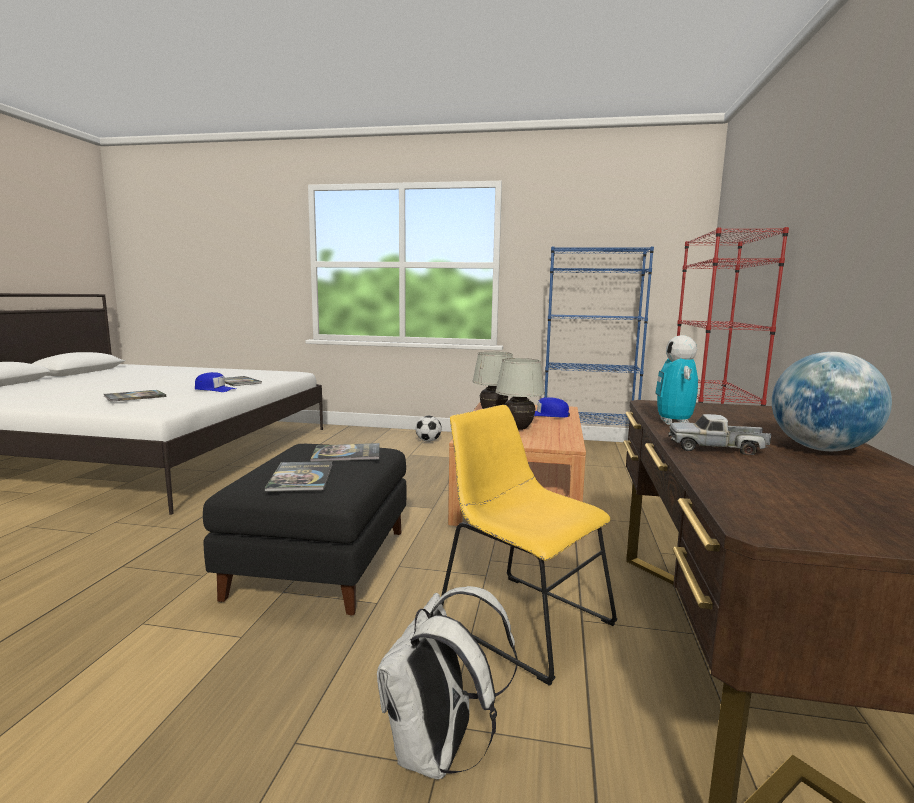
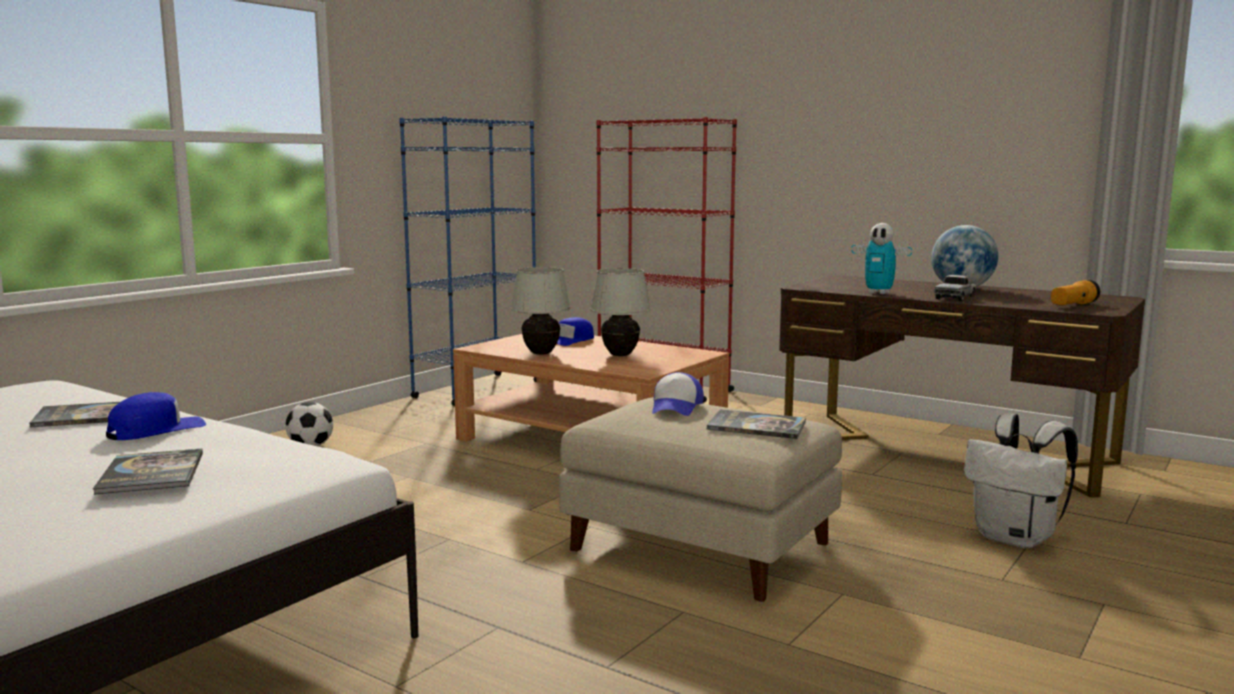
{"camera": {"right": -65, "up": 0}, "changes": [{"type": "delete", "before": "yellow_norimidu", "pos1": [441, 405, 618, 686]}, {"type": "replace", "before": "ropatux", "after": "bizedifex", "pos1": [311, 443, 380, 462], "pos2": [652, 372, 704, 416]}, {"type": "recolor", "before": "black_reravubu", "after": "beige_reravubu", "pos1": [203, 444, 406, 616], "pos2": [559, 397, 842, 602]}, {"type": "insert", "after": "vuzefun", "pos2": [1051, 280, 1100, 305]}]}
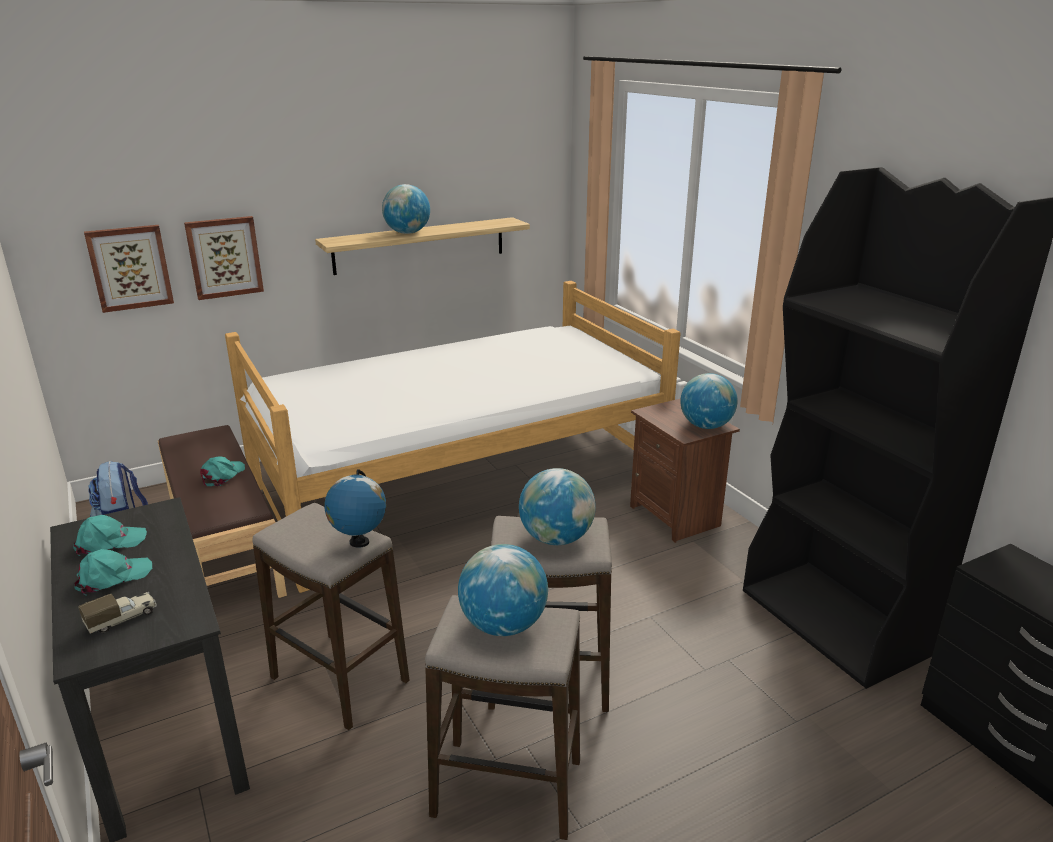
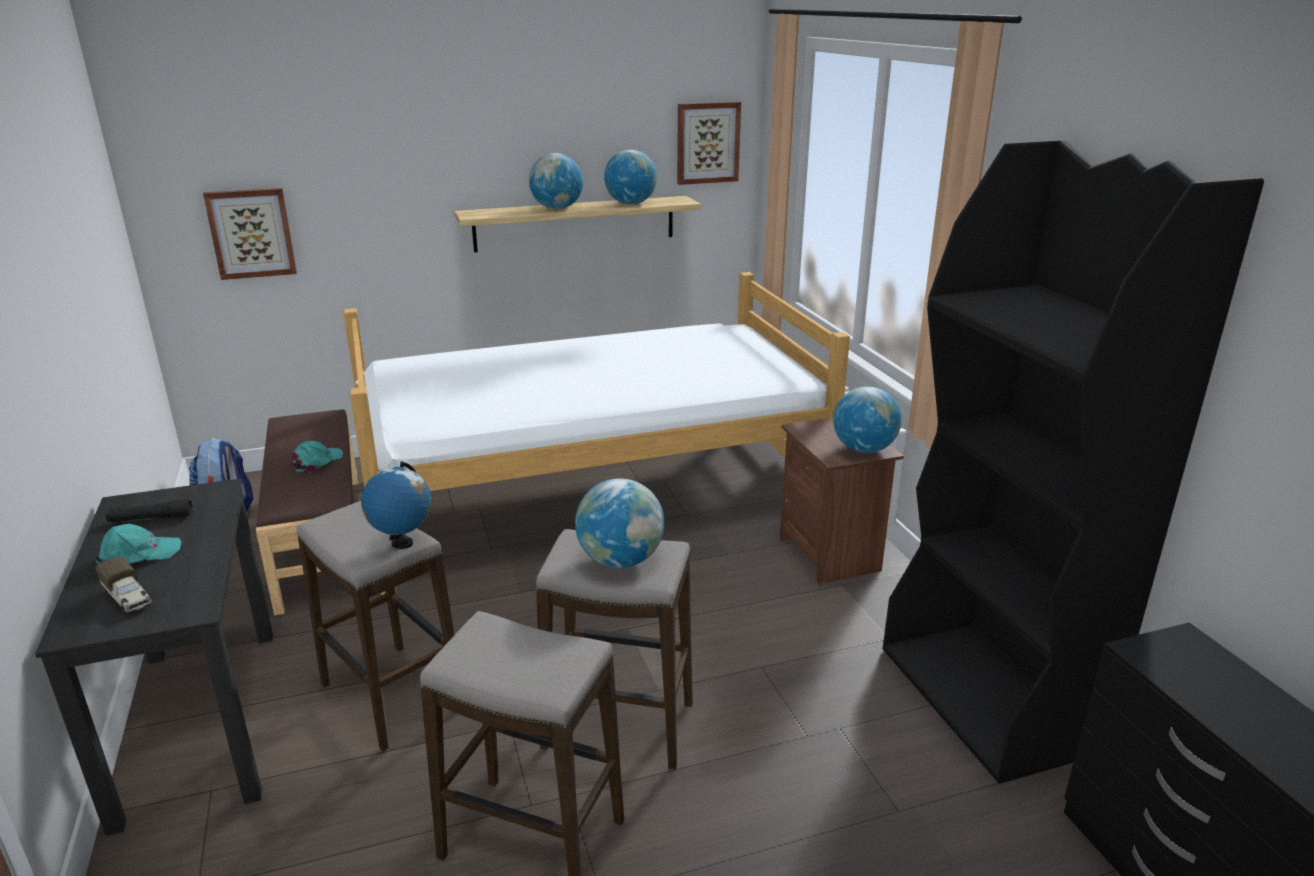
{"camera": {"right": 10, "up": 0}, "changes": [{"type": "move", "before": "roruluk", "pos1": [184, 216, 264, 300], "pos2": [677, 102, 741, 185]}, {"type": "replace", "before": "turquoise_bizedifex", "after": "black_vuzefun", "pos1": [73, 515, 147, 556], "pos2": [105, 499, 193, 522]}, {"type": "move", "before": "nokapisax", "pos1": [458, 544, 548, 636], "pos2": [604, 150, 657, 205]}, {"type": "rotate", "before": "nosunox", "pos1": [78, 592, 157, 633], "pos2": [96, 557, 152, 614], "turn": 75}]}
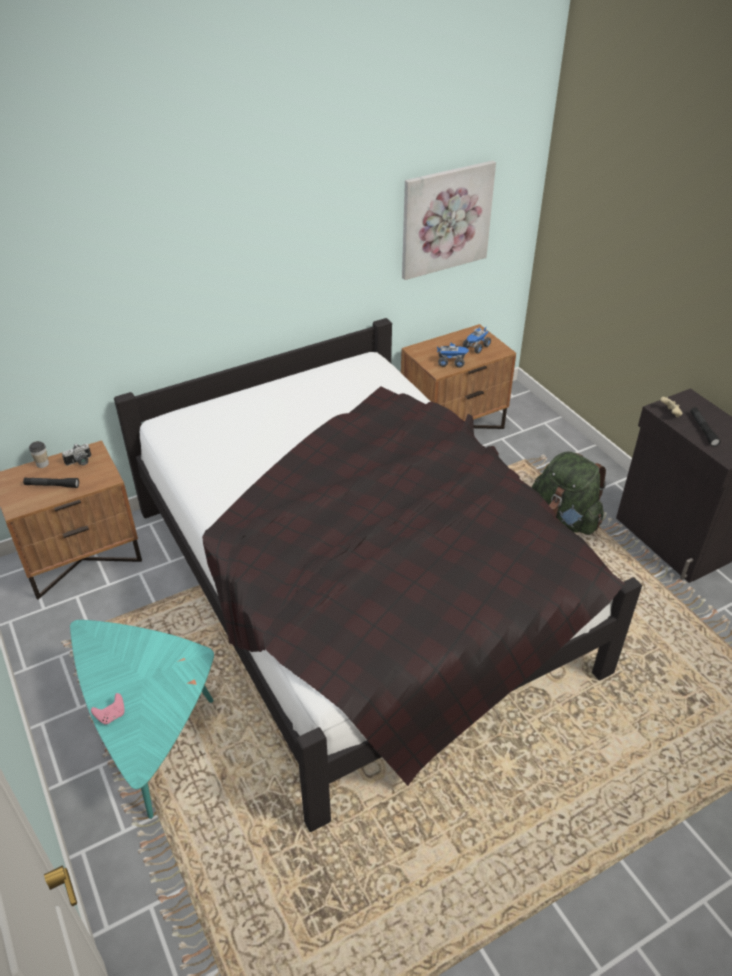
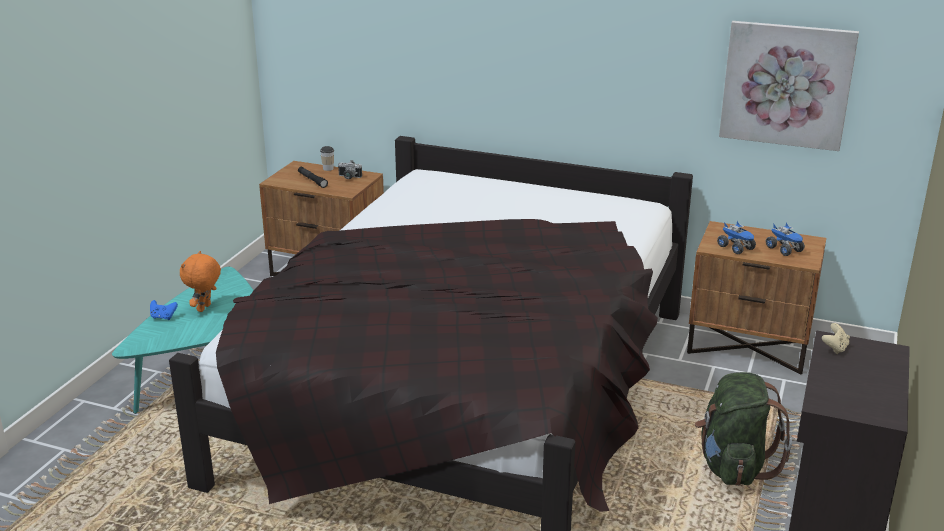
{"camera": {"right": 50, "up": -15}, "changes": [{"type": "rotate", "before": "nosunox", "pos1": [463, 326, 491, 354], "pos2": [766, 223, 805, 256], "turn": -120}, {"type": "delete", "before": "black_vuzefun", "pos1": [690, 407, 721, 447]}, {"type": "recolor", "before": "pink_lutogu", "after": "blue_lutogu", "pos1": [91, 693, 125, 724], "pos2": [150, 300, 178, 320]}, {"type": "insert", "after": "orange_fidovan", "pos2": [180, 251, 221, 312]}]}
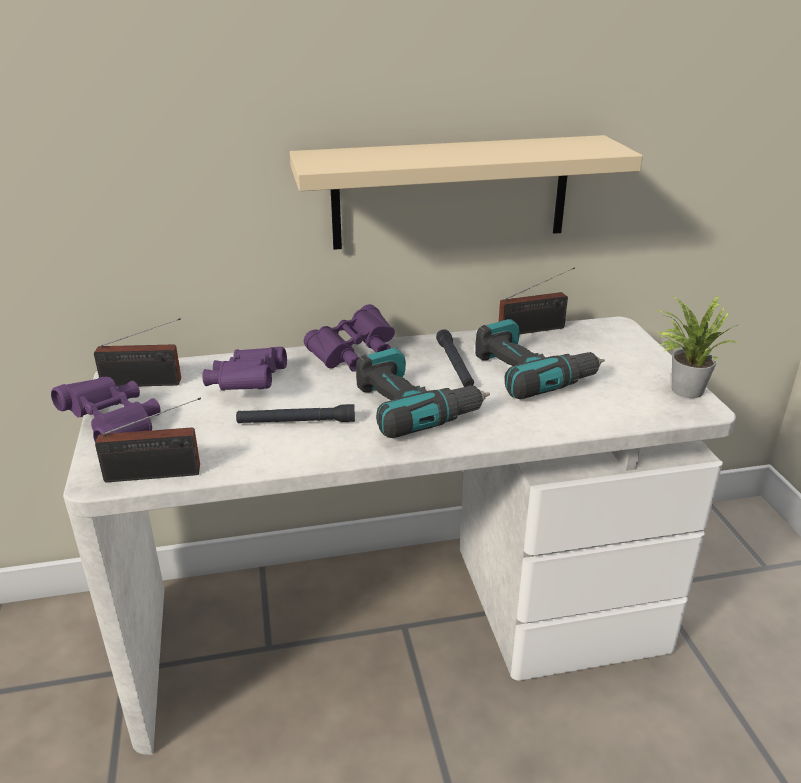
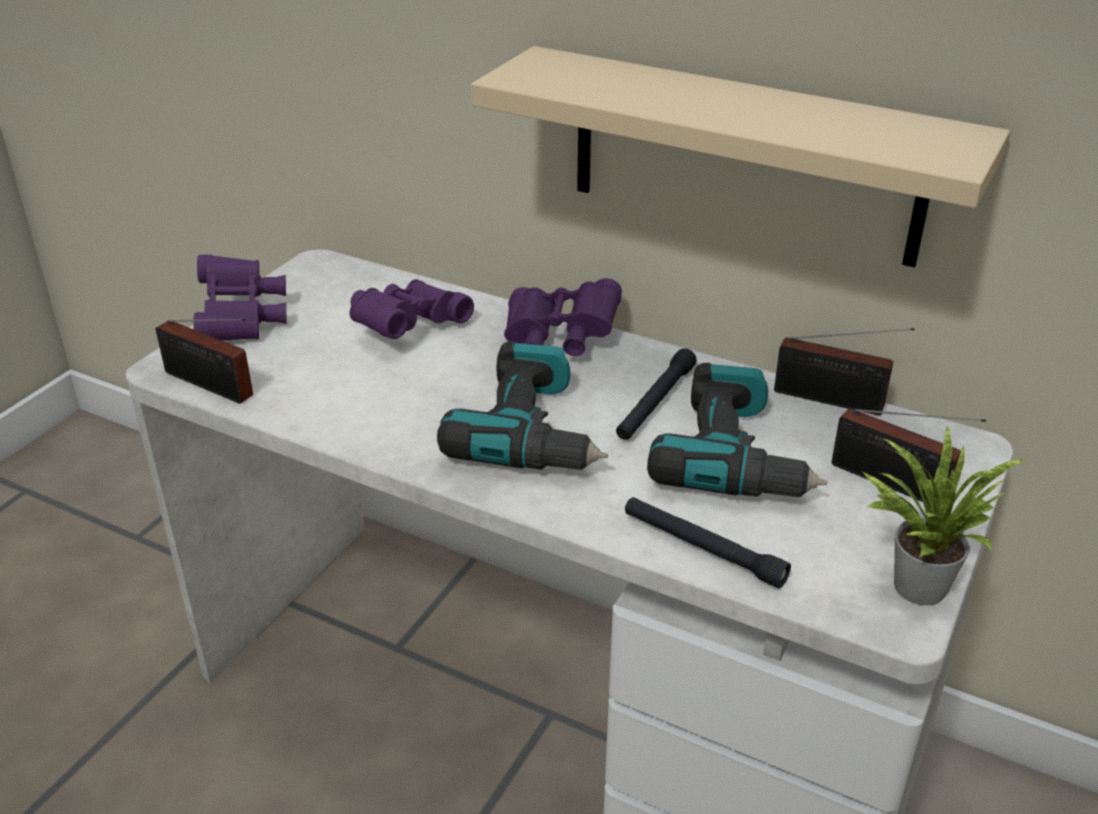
{"camera": {"right": 40, "up": 5}, "changes": [{"type": "move", "before": "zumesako", "pos1": [94, 318, 181, 387], "pos2": [832, 408, 986, 504]}, {"type": "move", "before": "black_vuzefun", "pos1": [236, 404, 355, 423], "pos2": [625, 497, 791, 588]}]}
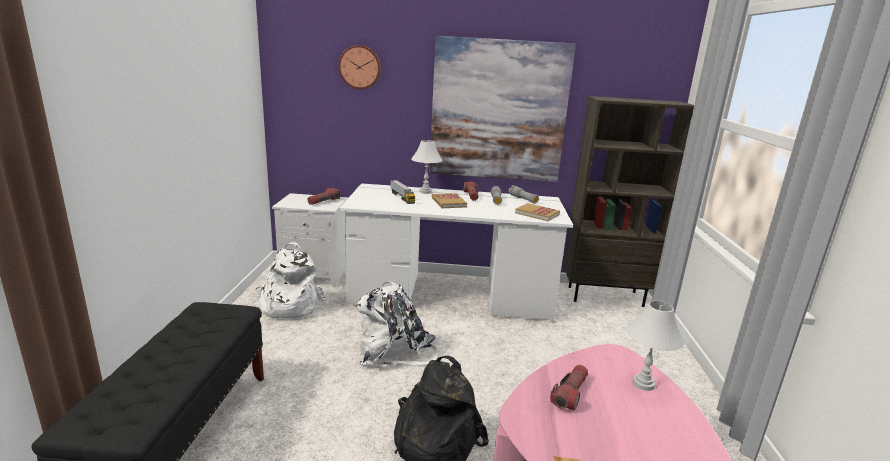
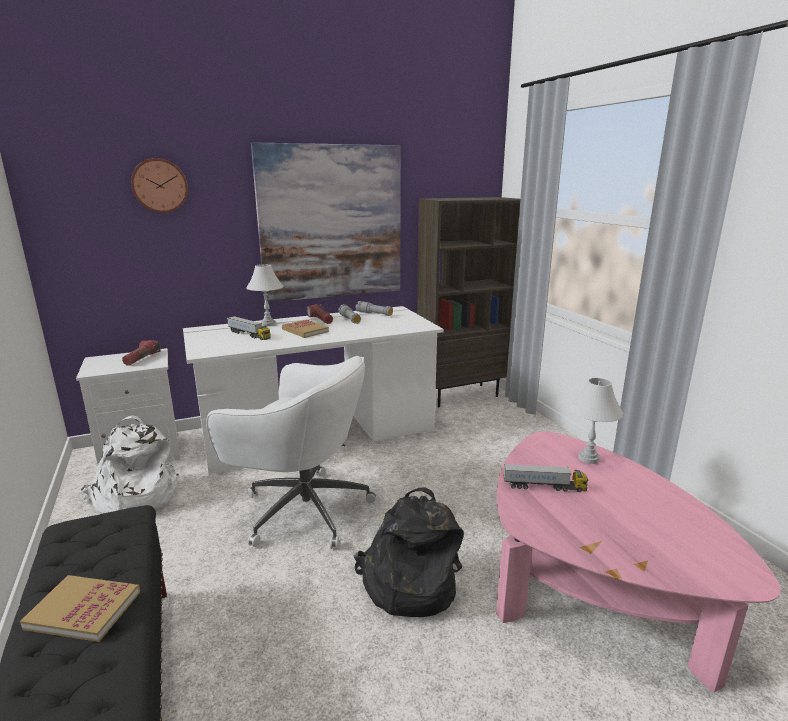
{"camera": {"right": -25, "up": 0}, "changes": [{"type": "move", "before": "ropatux", "pos1": [515, 203, 560, 221], "pos2": [20, 575, 140, 642]}, {"type": "replace", "before": "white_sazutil", "after": "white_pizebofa", "pos1": [357, 281, 437, 366], "pos2": [206, 356, 376, 549]}, {"type": "replace", "before": "vuzefun", "after": "nosunox", "pos1": [550, 365, 588, 410], "pos2": [503, 464, 588, 492]}]}
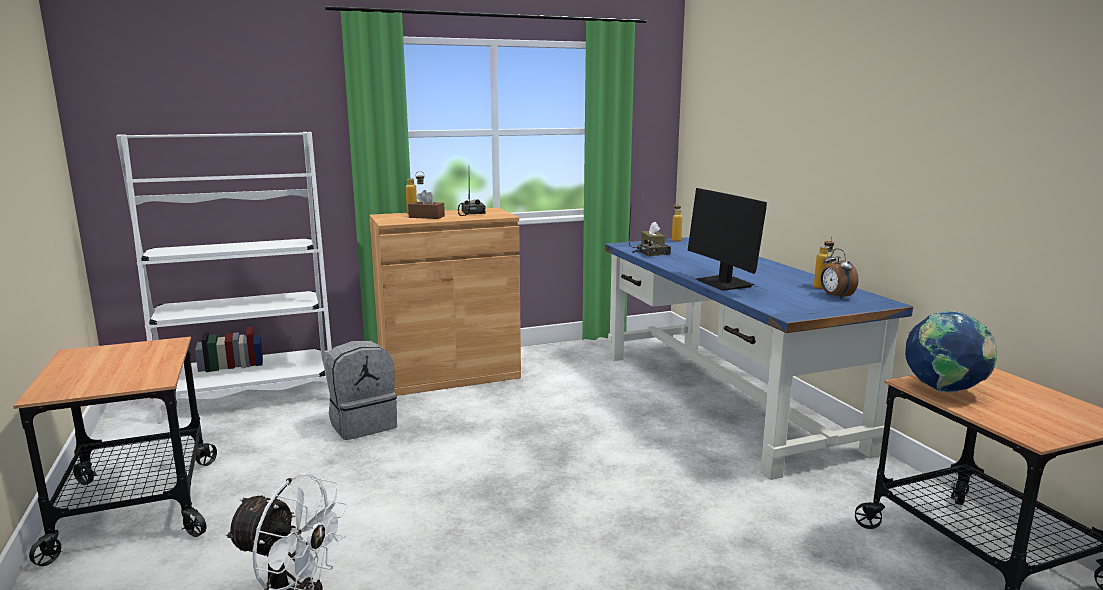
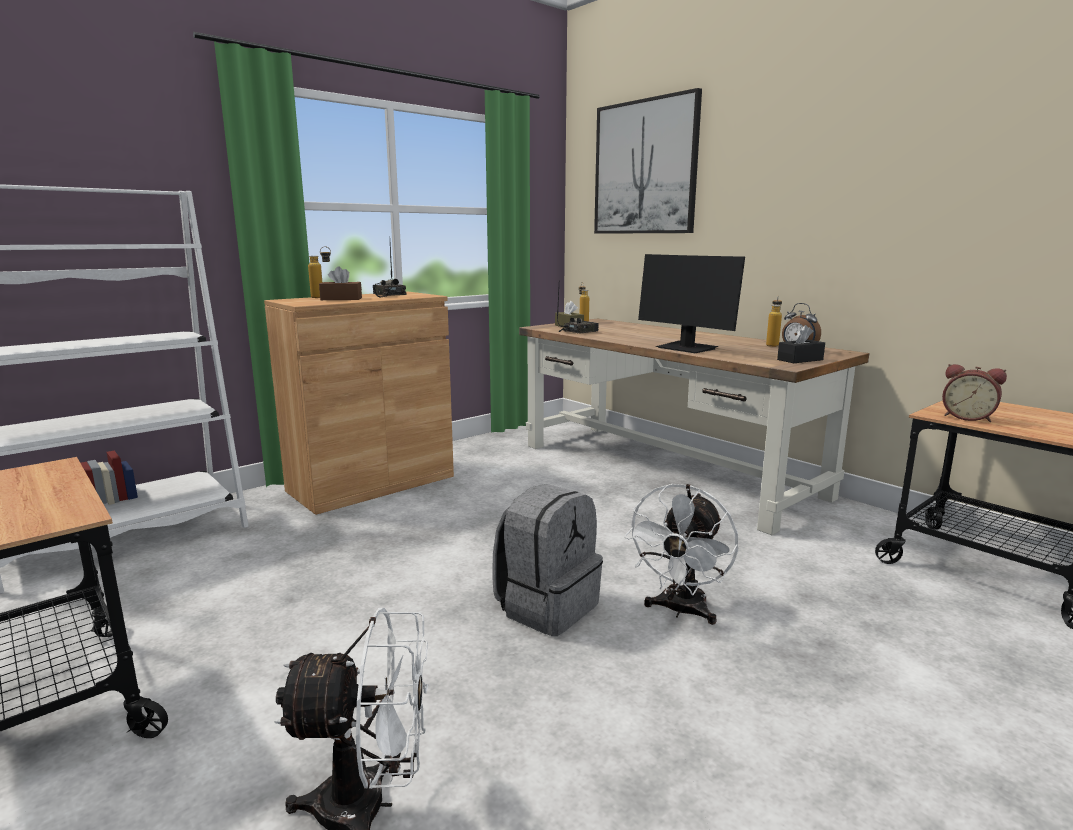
{"camera": {"right": -20, "up": 0}, "changes": [{"type": "recolor", "before": "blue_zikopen", "after": "brown_zikopen", "pos1": [605, 237, 913, 480], "pos2": [519, 319, 869, 535]}, {"type": "replace", "before": "nokapisax", "after": "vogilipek", "pos1": [905, 310, 997, 393], "pos2": [942, 364, 1007, 422]}, {"type": "move", "before": "grey_sazutil", "pos1": [325, 341, 397, 440], "pos2": [492, 484, 603, 636]}, {"type": "insert", "after": "roruluk", "pos2": [594, 88, 702, 234]}, {"type": "insert", "after": "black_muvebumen", "pos2": [777, 325, 825, 363]}, {"type": "insert", "after": "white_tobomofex", "pos2": [624, 484, 738, 625]}]}
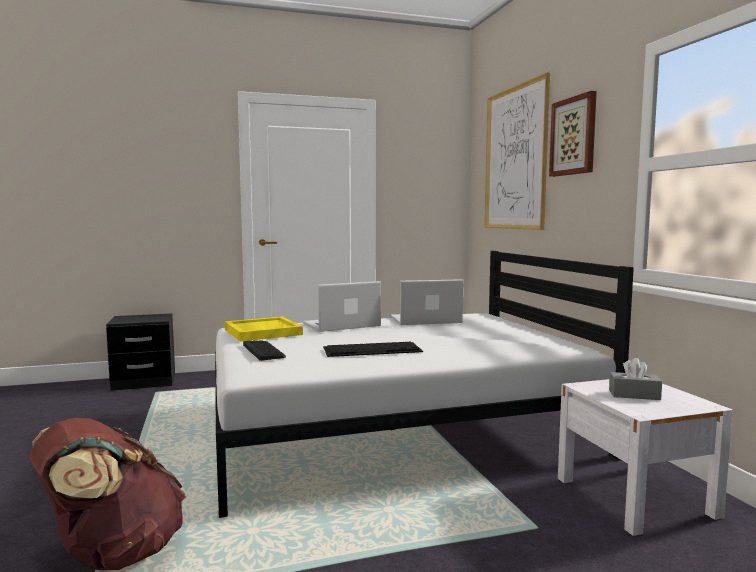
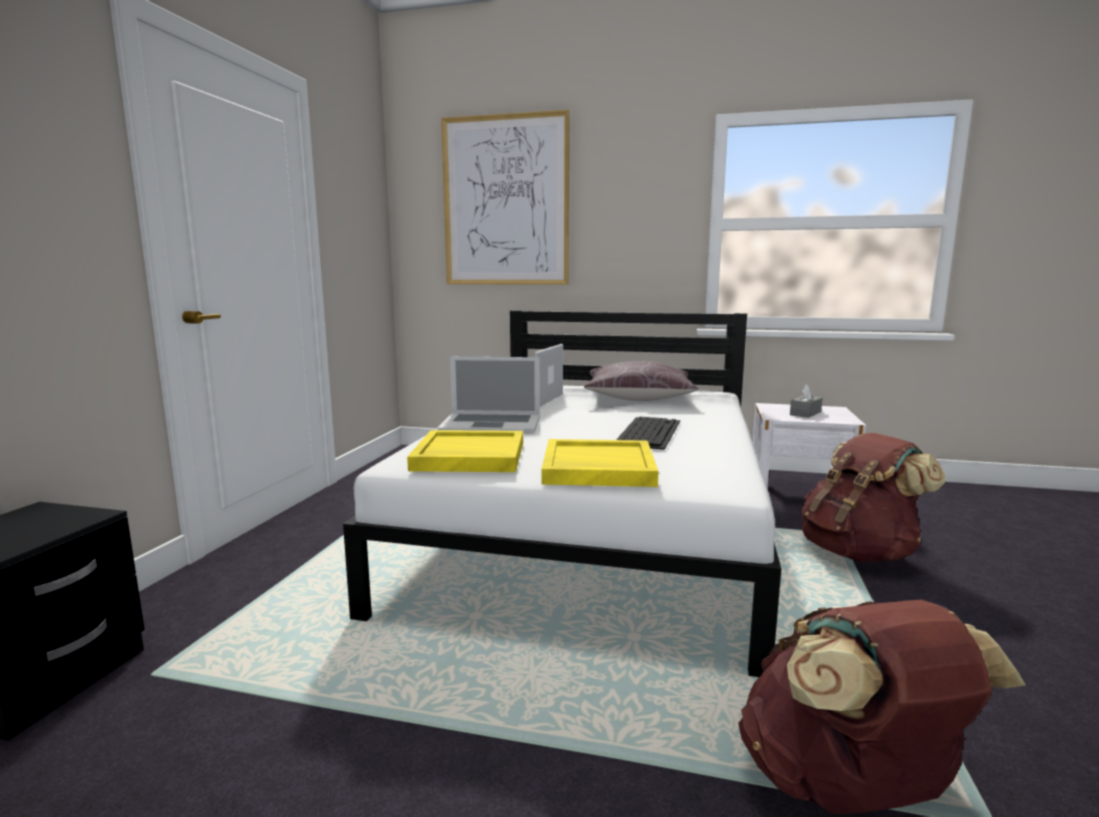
{"camera": {"right": -60, "up": 5}, "changes": [{"type": "delete", "before": "roruluk", "pos1": [549, 91, 597, 177]}, {"type": "rotate", "before": "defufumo", "pos1": [303, 281, 381, 332], "pos2": [437, 357, 540, 433], "turn": -90}, {"type": "replace", "before": "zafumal", "after": "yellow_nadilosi", "pos1": [243, 340, 286, 361], "pos2": [541, 439, 659, 487]}, {"type": "insert", "after": "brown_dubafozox", "pos2": [584, 361, 699, 401]}, {"type": "insert", "after": "brown_sazutil", "pos2": [802, 433, 945, 562]}]}
